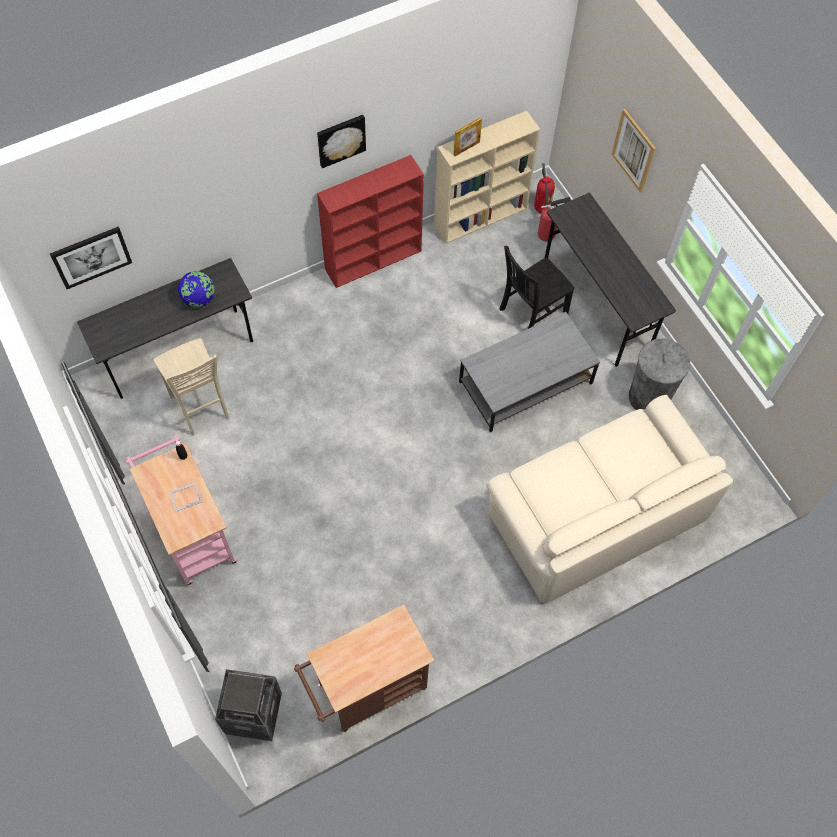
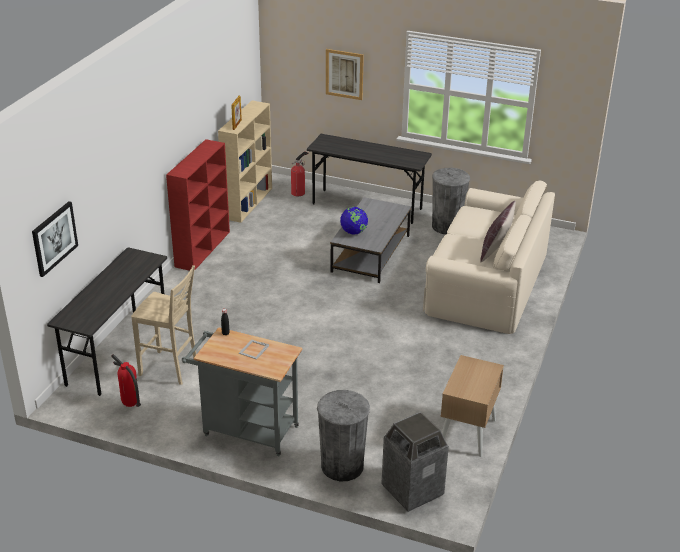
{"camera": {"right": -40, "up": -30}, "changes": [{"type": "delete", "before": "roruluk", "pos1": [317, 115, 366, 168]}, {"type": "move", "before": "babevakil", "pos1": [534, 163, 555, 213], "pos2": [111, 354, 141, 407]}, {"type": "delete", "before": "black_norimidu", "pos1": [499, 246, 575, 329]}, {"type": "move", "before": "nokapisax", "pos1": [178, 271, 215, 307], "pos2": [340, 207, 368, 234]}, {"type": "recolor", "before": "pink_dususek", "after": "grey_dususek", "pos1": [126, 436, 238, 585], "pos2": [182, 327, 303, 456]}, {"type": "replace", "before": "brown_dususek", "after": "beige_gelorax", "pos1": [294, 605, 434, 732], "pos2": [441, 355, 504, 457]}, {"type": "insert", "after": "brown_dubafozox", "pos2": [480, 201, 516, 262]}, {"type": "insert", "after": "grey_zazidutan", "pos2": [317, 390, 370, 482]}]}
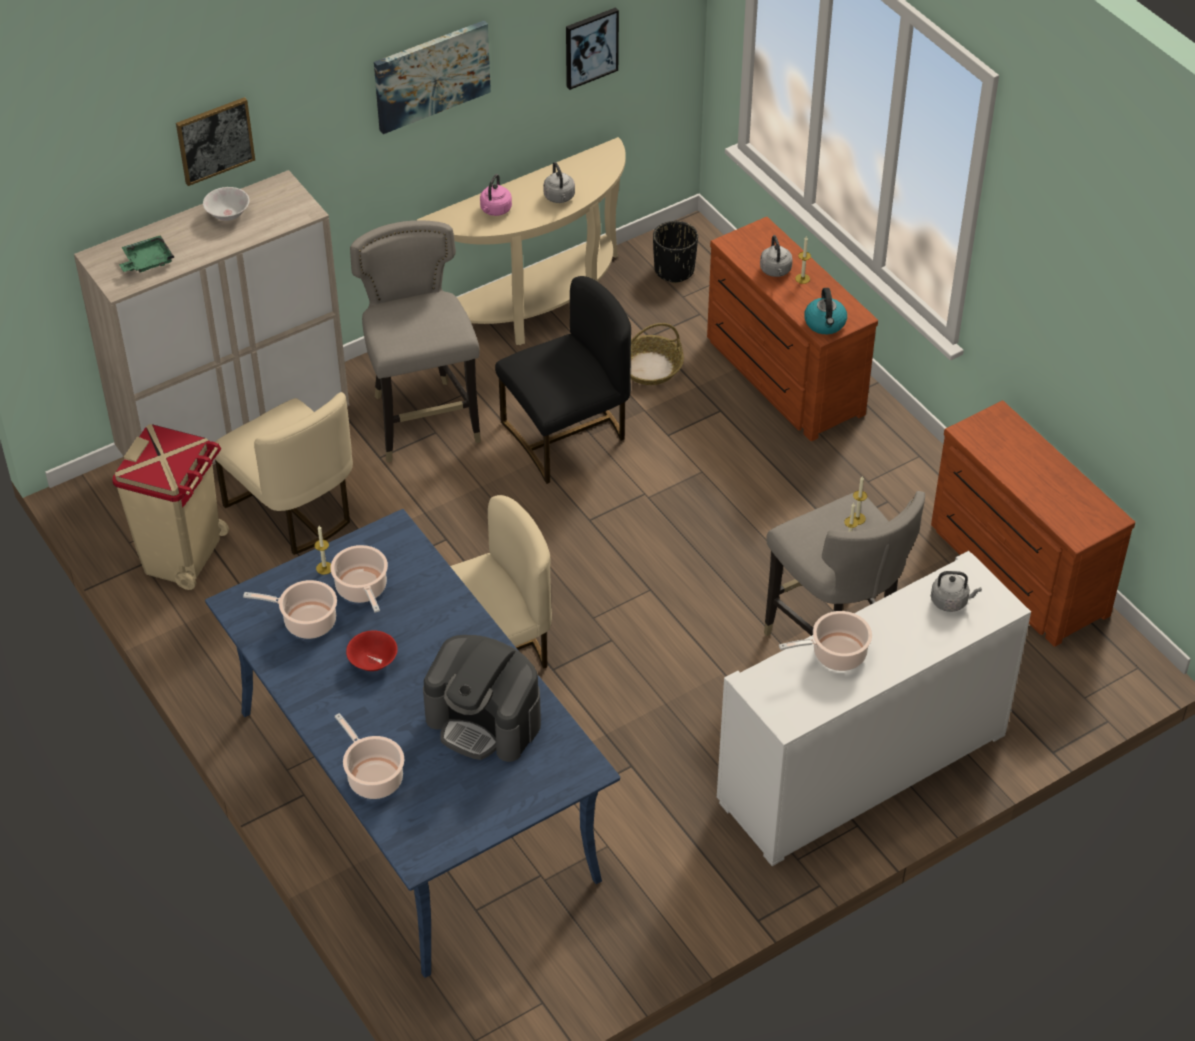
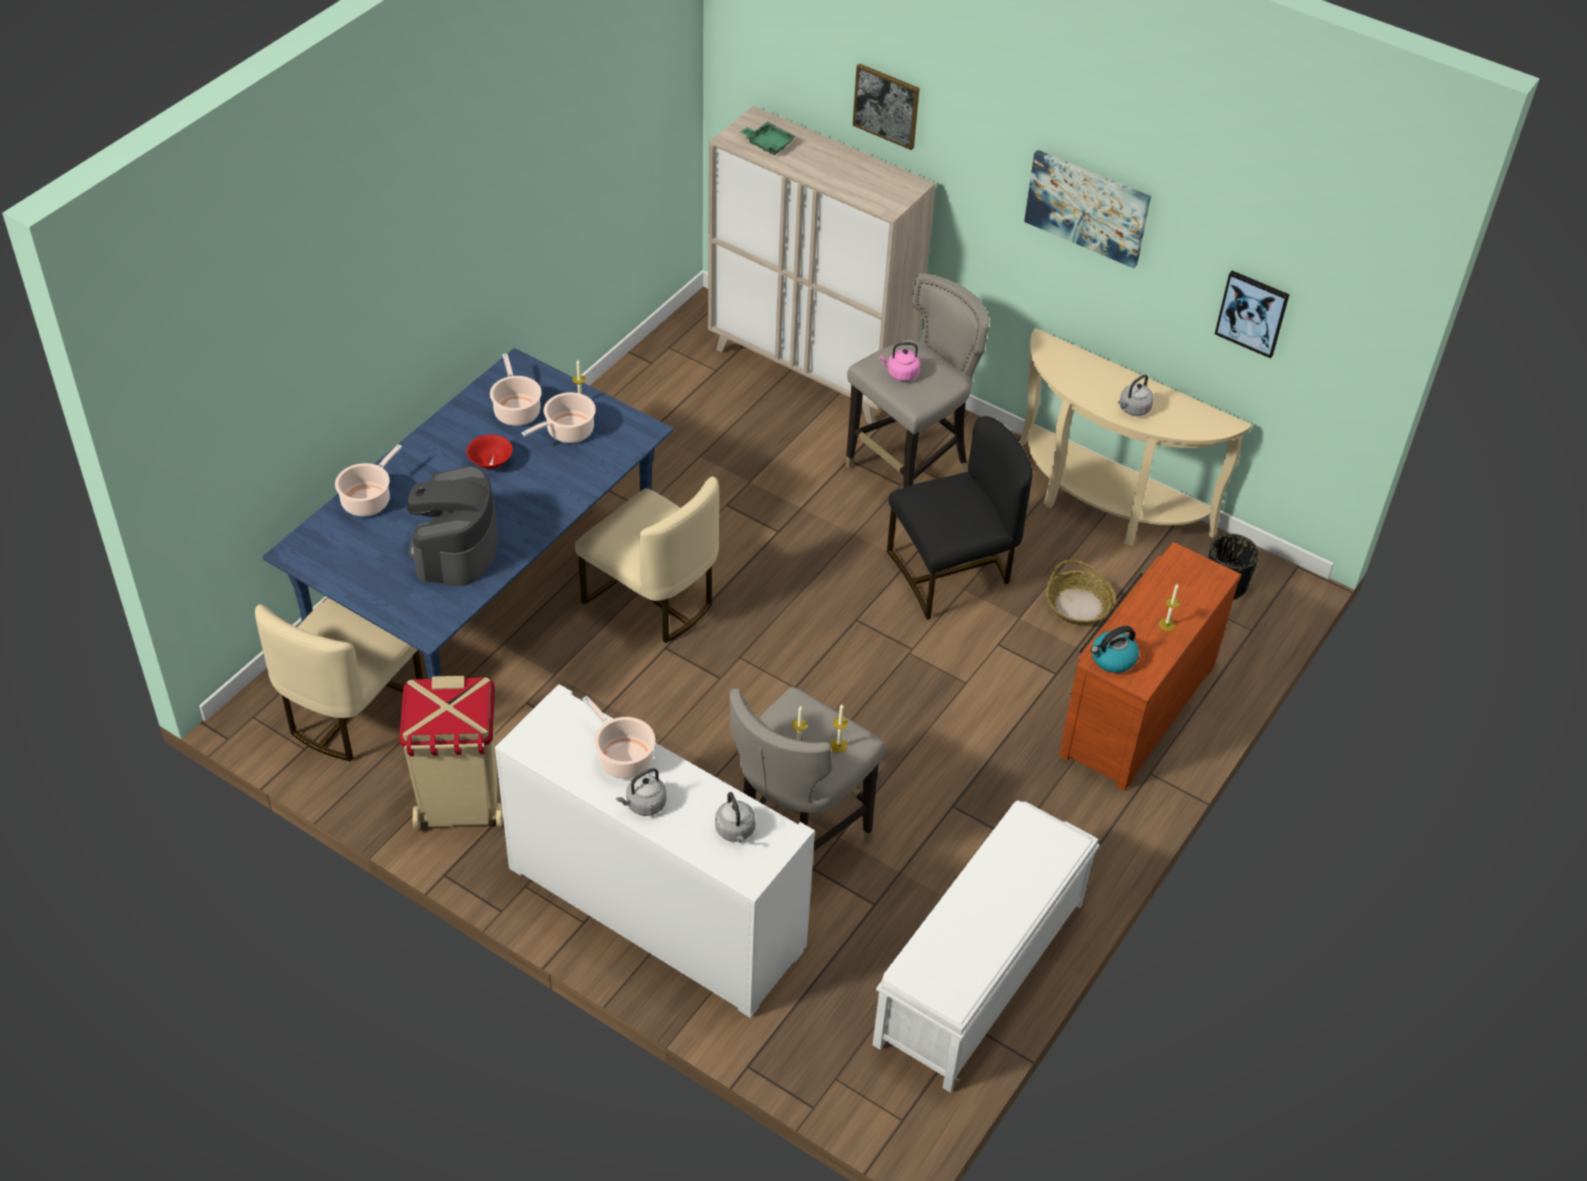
{"camera": {"right": 65, "up": 0}, "changes": [{"type": "move", "before": "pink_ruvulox", "pos1": [480, 174, 512, 216], "pos2": [879, 342, 921, 381]}, {"type": "delete", "before": "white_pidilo", "pos1": [203, 187, 249, 221]}, {"type": "move", "before": "grey_ruvulox", "pos1": [760, 235, 793, 277], "pos2": [616, 768, 666, 816]}, {"type": "rotate", "before": "black_norimidu", "pos1": [495, 276, 631, 484], "pos2": [887, 416, 1033, 620], "turn": -60}, {"type": "move", "before": "beige_norimidu", "pos1": [215, 392, 353, 555], "pos2": [255, 597, 423, 762]}, {"type": "replace", "before": "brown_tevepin", "after": "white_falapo", "pos1": [931, 401, 1135, 647], "pos2": [873, 800, 1100, 1093]}, {"type": "move", "before": "beige_zazidutan", "pos1": [112, 424, 229, 590], "pos2": [399, 676, 503, 830]}]}
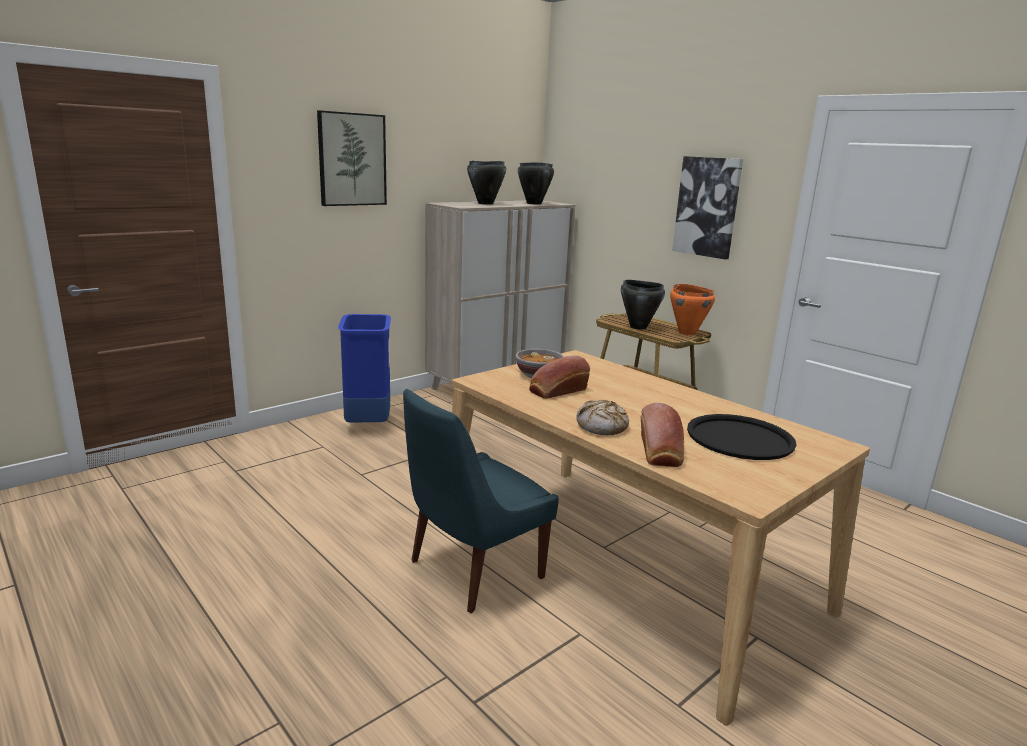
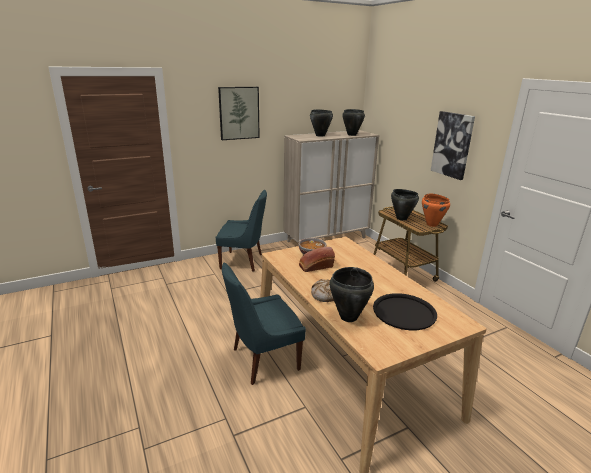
{"camera": {"right": 15, "up": 5}, "changes": [{"type": "replace", "before": "blue_zazidutan", "after": "blue_norimidu", "pos1": [338, 314, 391, 423], "pos2": [216, 189, 267, 272]}, {"type": "replace", "before": "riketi", "after": "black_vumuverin", "pos1": [641, 403, 684, 467], "pos2": [330, 267, 374, 322]}]}
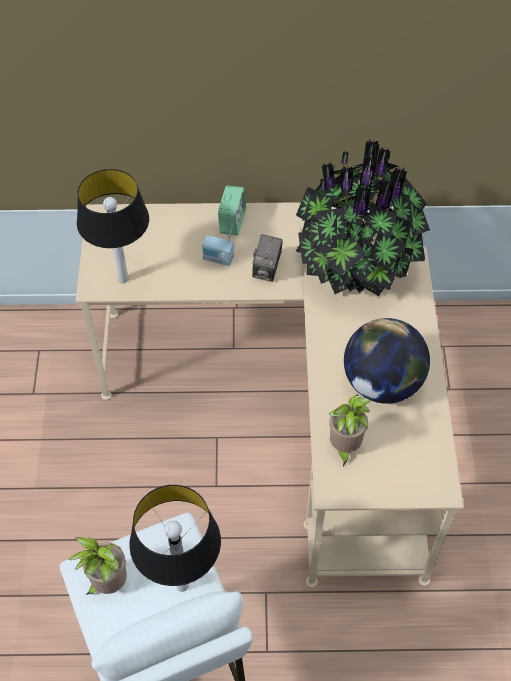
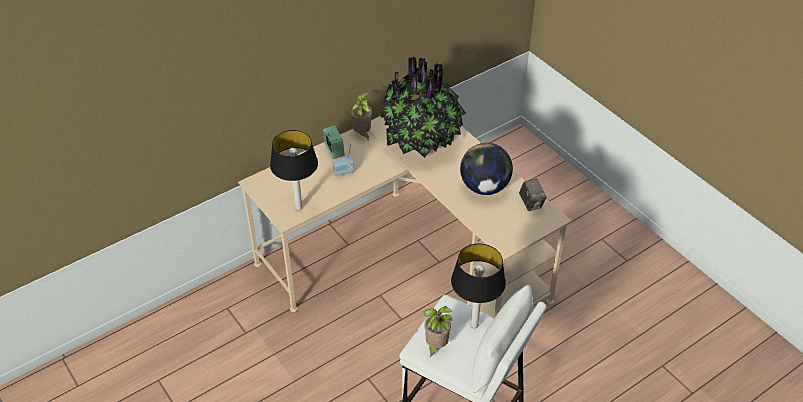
{"camera": {"right": -35, "up": -10}, "changes": [{"type": "move", "before": "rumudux", "pos1": [252, 234, 283, 282], "pos2": [519, 179, 547, 211]}, {"type": "move", "before": "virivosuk", "pos1": [328, 394, 370, 466], "pos2": [351, 93, 372, 139]}]}
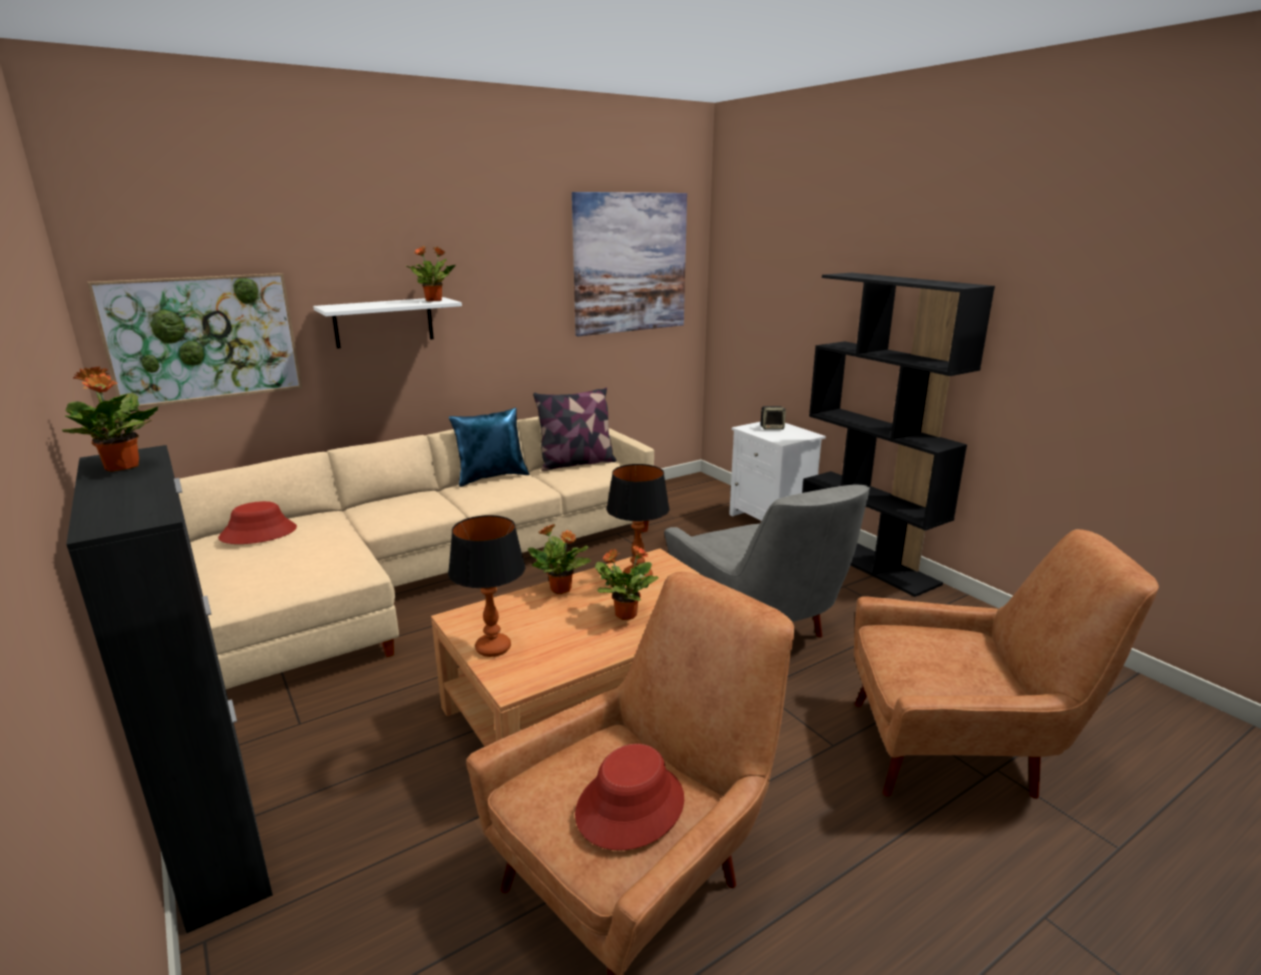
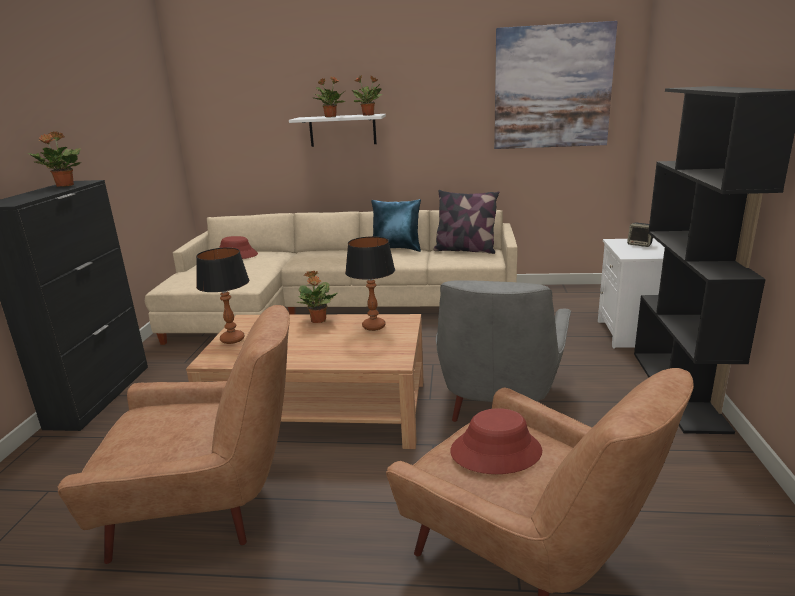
{"camera": {"right": 40, "up": 0}, "changes": [{"type": "delete", "before": "roruluk", "pos1": [87, 273, 302, 408]}, {"type": "move", "before": "virivosuk", "pos1": [595, 545, 659, 620], "pos2": [313, 77, 345, 117]}, {"type": "move", "before": "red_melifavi", "pos1": [575, 744, 684, 850], "pos2": [450, 408, 542, 474]}]}
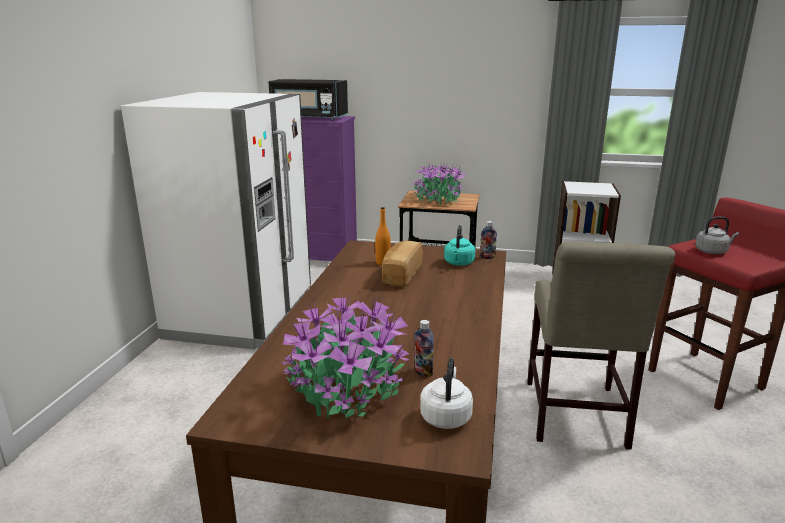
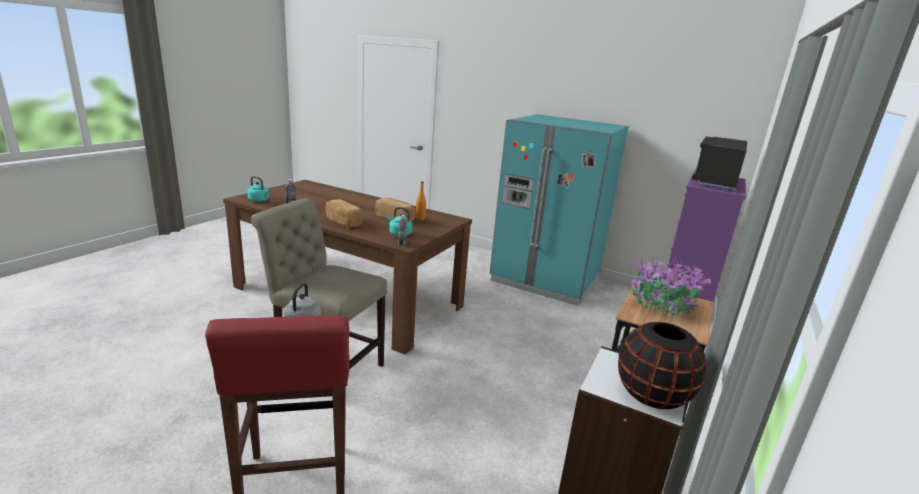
{"camera": {"right": 105, "up": 0}, "changes": [{"type": "recolor", "before": "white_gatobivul", "after": "turquoise_gatobivul", "pos1": [121, 92, 311, 350], "pos2": [490, 114, 629, 306]}, {"type": "delete", "before": "virivosuk", "pos1": [282, 289, 409, 419]}, {"type": "recolor", "before": "white_ruvulox", "after": "turquoise_ruvulox", "pos1": [420, 358, 473, 429], "pos2": [247, 176, 269, 202]}, {"type": "insert", "after": "riketi", "pos2": [326, 199, 362, 228]}, {"type": "insert", "after": "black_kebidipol", "pos2": [618, 322, 706, 409]}]}
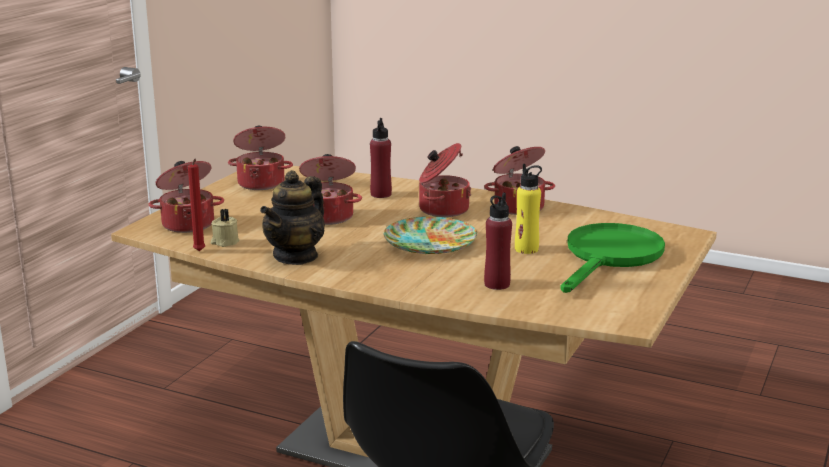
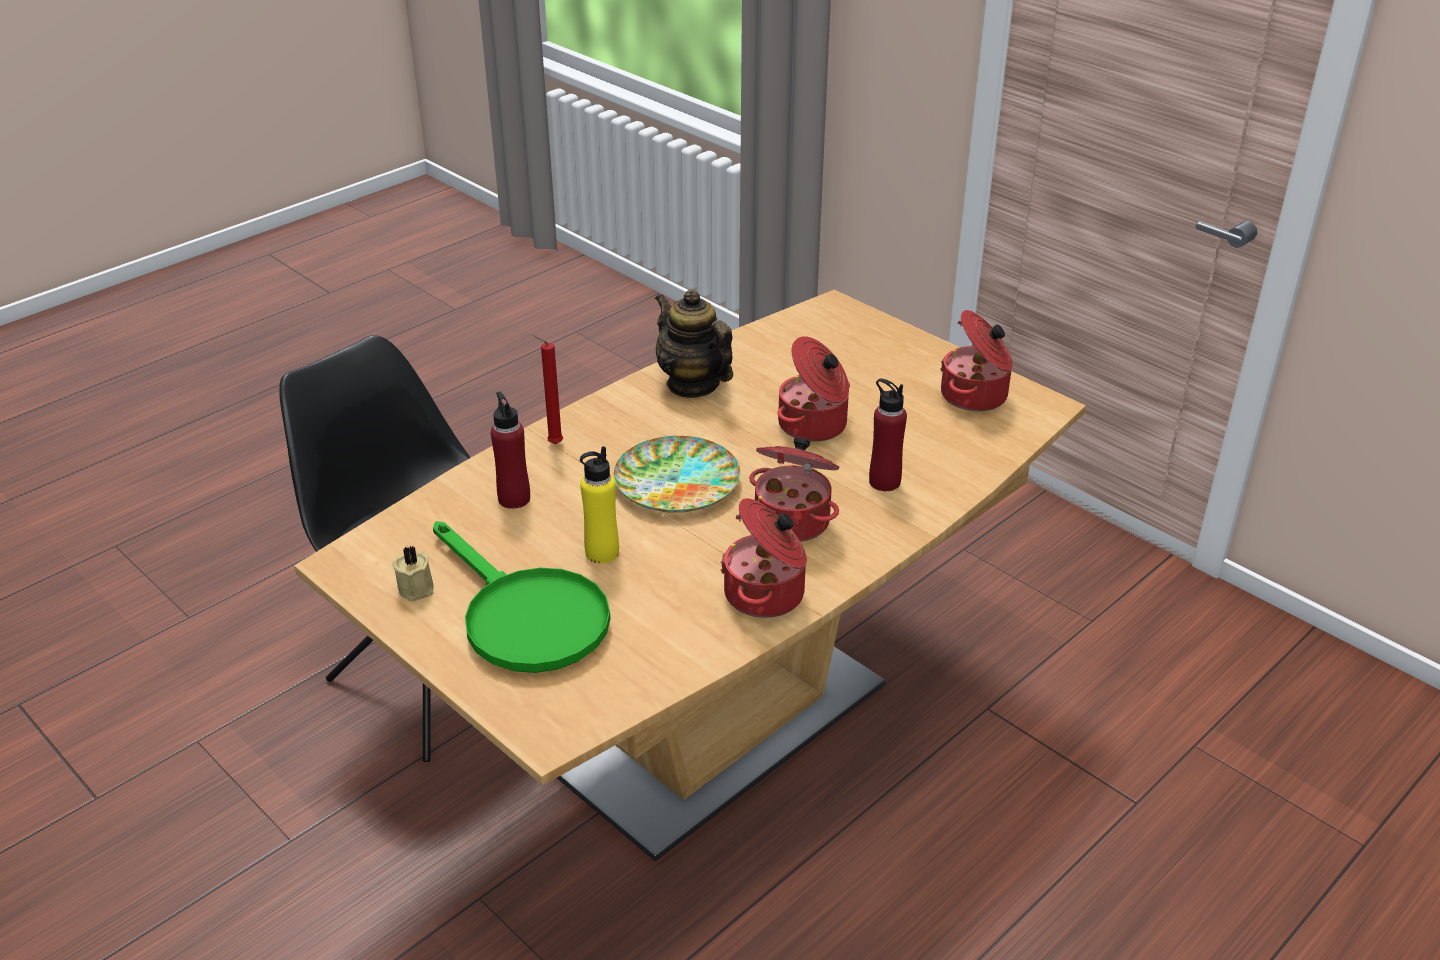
{"camera": {"right": 110, "up": 15}, "changes": [{"type": "move", "before": "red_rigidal", "pos1": [188, 159, 205, 251], "pos2": [533, 335, 563, 444]}, {"type": "delete", "before": "vumuverin", "pos1": [148, 161, 224, 233]}, {"type": "move", "before": "beige_rigidal", "pos1": [211, 209, 240, 247], "pos2": [392, 545, 434, 602]}]}
